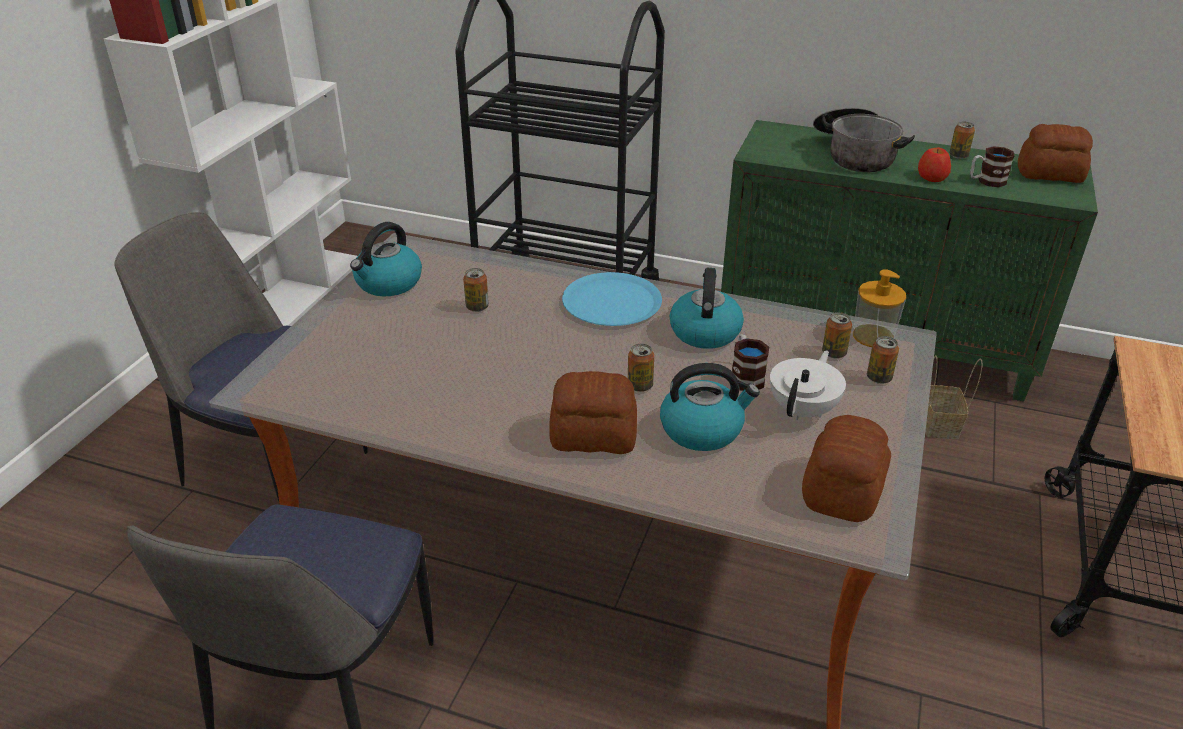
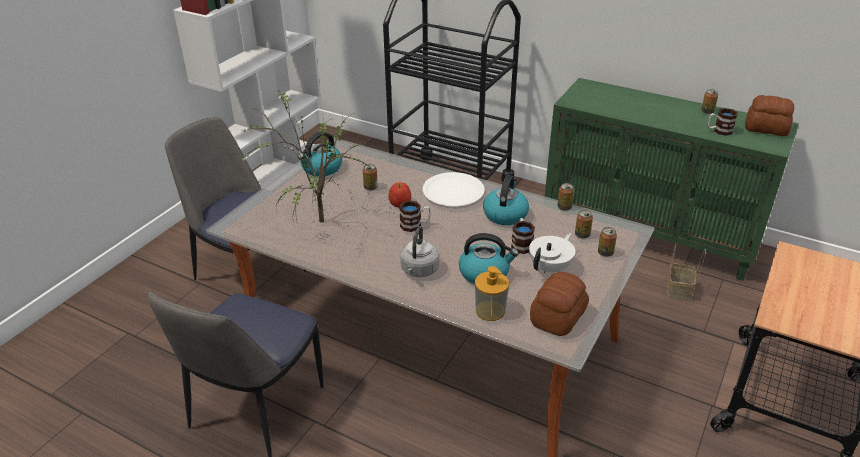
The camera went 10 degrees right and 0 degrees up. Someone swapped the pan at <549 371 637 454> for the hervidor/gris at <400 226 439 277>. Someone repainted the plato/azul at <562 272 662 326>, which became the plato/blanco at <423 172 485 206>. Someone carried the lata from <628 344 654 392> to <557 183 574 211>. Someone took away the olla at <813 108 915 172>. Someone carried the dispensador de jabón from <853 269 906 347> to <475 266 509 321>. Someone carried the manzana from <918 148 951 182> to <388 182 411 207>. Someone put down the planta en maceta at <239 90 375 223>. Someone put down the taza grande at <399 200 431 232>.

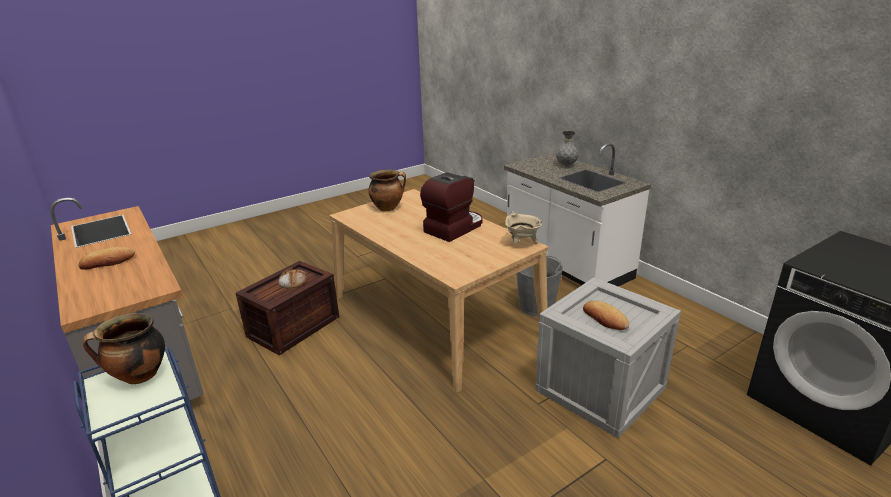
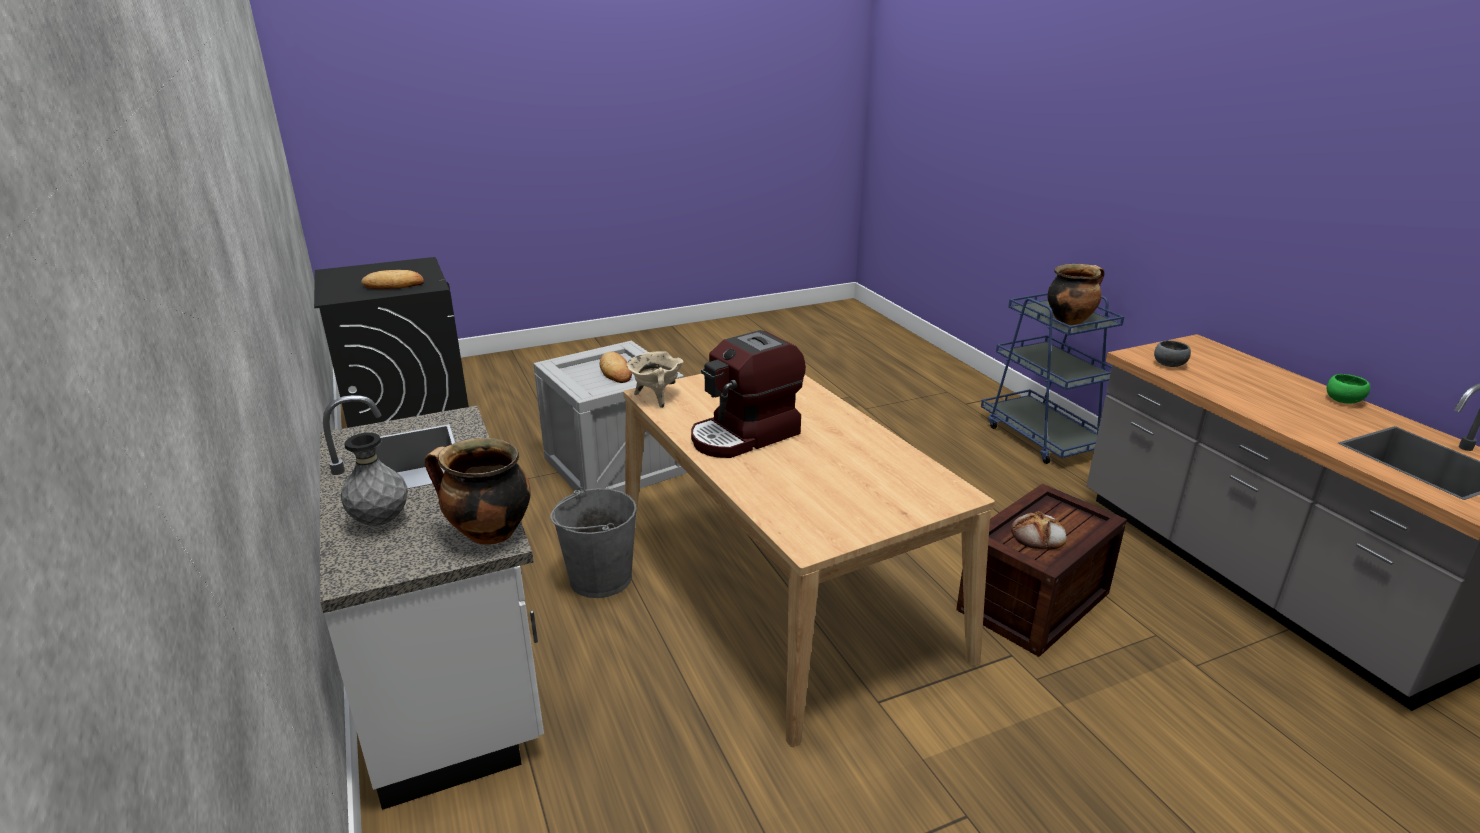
The camera went 170 degrees left and 0 degrees up. Someone carried the pan from <79 247 135 270> to <361 270 424 289>. Someone carried the olla from <368 169 406 211> to <425 438 531 545>. Someone put down the cuenco/gris at <1154 340 1191 367>. Someone put down the cuenco/verde at <1327 374 1370 404>.

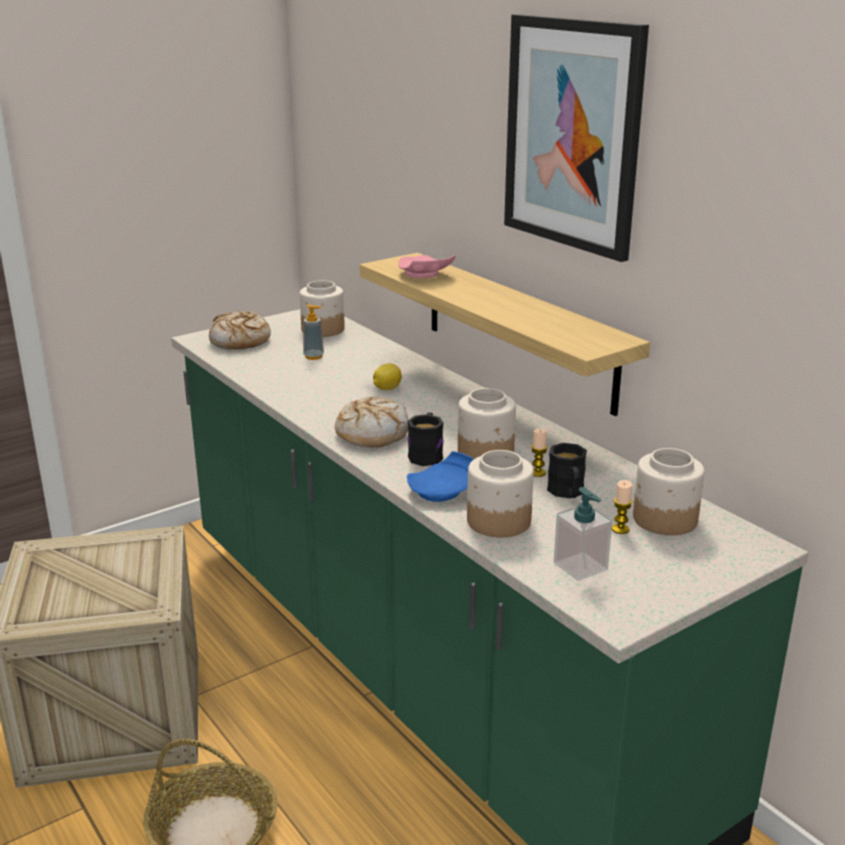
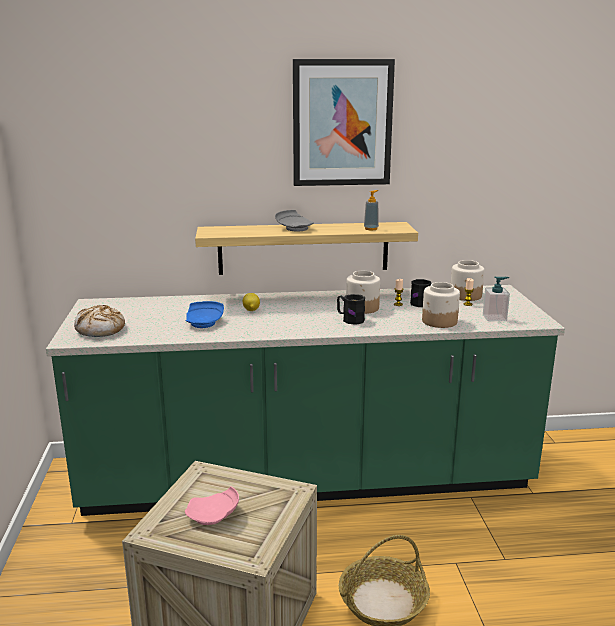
The camera went 60 degrees left and 5 degrees down. Someone took away the tarro at <300 280 345 337>. Someone carried the dispensador de jabón from <303 305 324 360> to <364 190 379 230>. Someone took away the pan at <335 397 408 447>. Someone carried the plato/rosa from <398 255 456 278> to <185 486 239 525>. Someone carried the plato/azul from <407 451 474 502> to <185 301 224 328>. Someone put down the plato/gris at <275 210 314 231>.

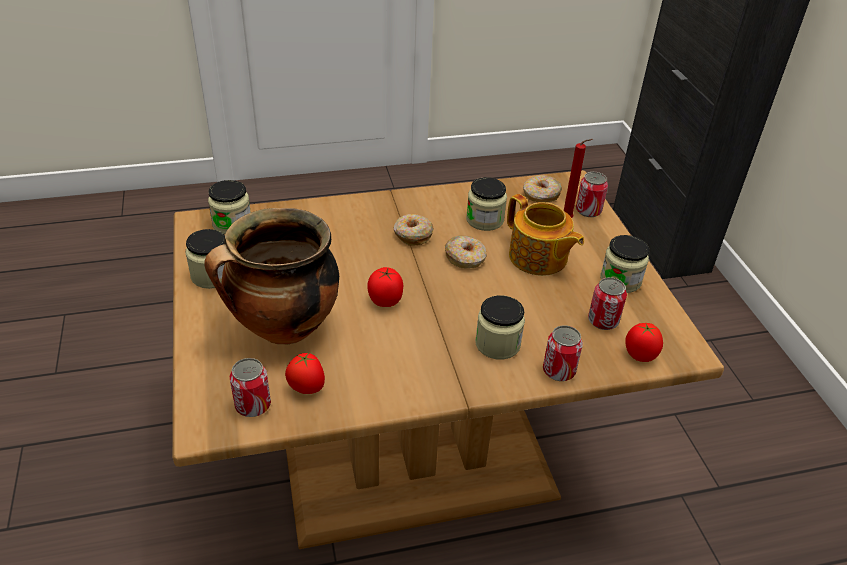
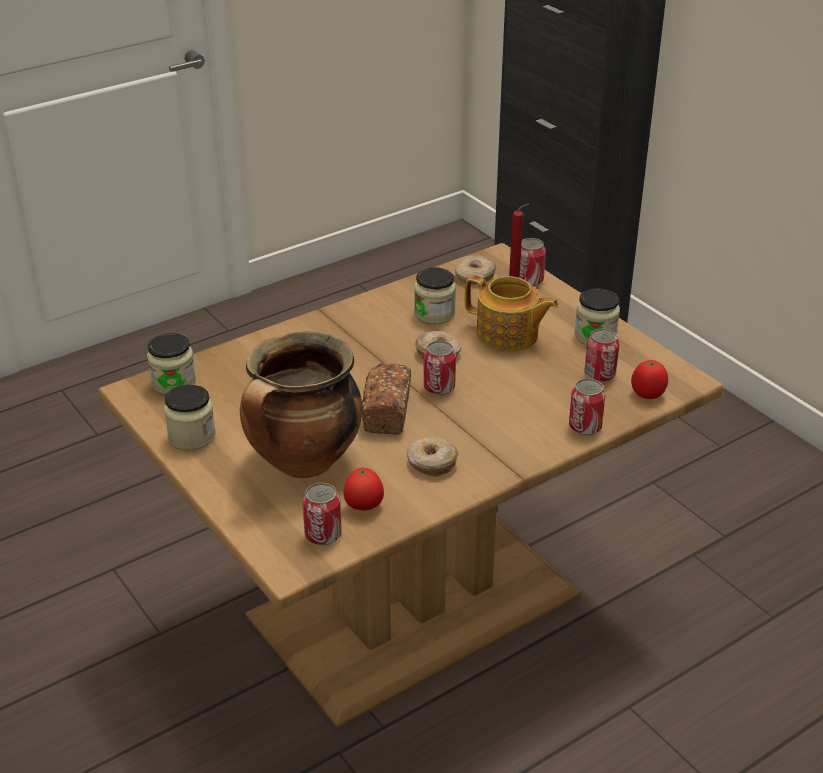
The camera went 20 degrees left and 5 degrees down. Someone swapped the tomate at <367 267 403 307> for the pan at <362 363 411 435>. Someone carried the rosquilla from <394 214 434 245> to <407 437 458 477>. Someone took away the tarro at <475 295 525 360>. Someone put down the lata at <423 341 456 395>.

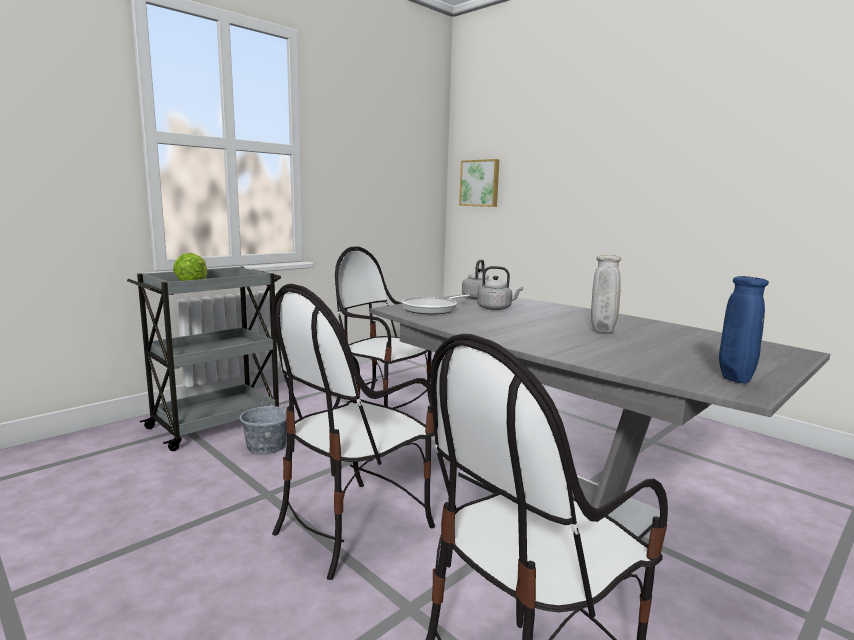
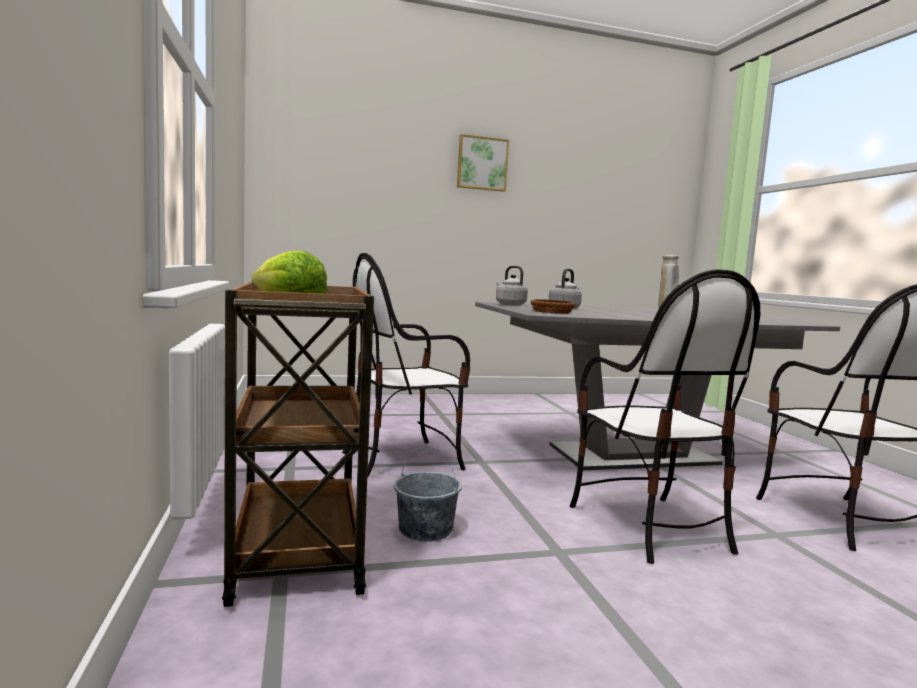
The camera went 60 degrees left and 5 degrees down. Someone repainted the carrito/gris at <127 267 281 451>, which became the carrito/marrón at <222 282 374 607>. Someone swapped the sartén at <402 295 471 314> for the cuenco/marrón at <530 299 575 314>. Someone carried the cuadro from <459 159 499 207> to <457 134 509 192>. Someone took away the florero/azul at <719 276 769 383>.

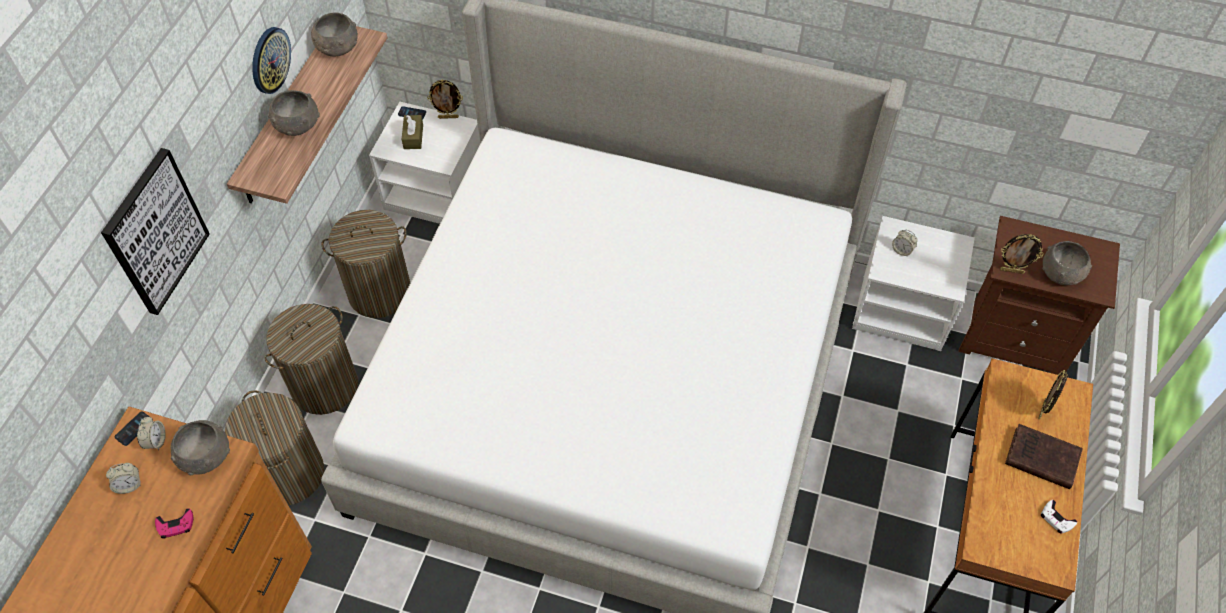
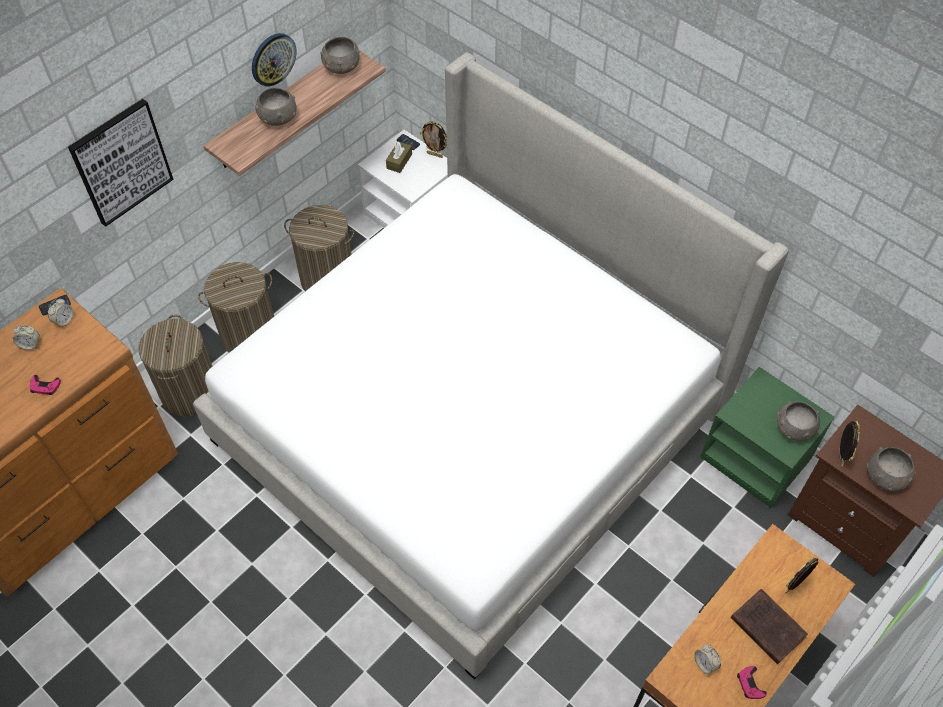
The camera went 25 degrees right and 0 degrees up. Someone carried the cuenco/gris from <171 420 230 475> to <777 401 820 441>. Someone repainted the mesita de noche/blanco at <852 216 975 351>, which became the mesita de noche/verde at <700 367 835 508>. Someone carried the despertador from <892 230 918 256> to <694 644 721 674>. Someone rotated the portarretratos at <1000 234 1044 274> by 120 degrees counterclockwise. Someone repainted the mando de consola/blanco at <1041 500 1077 533>, which became the mando de consola/rosa at <737 666 767 699>.

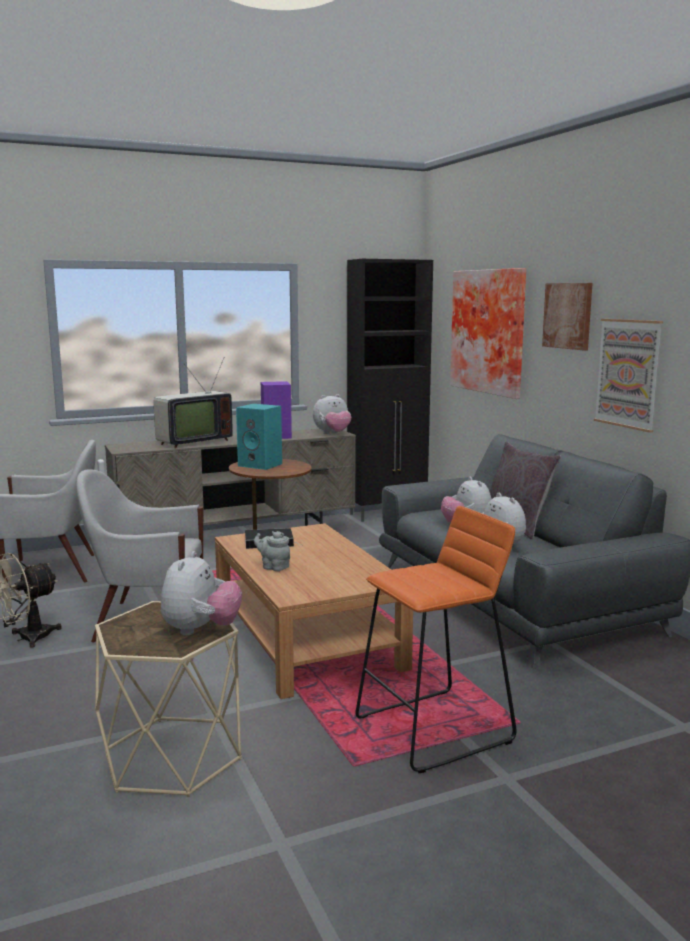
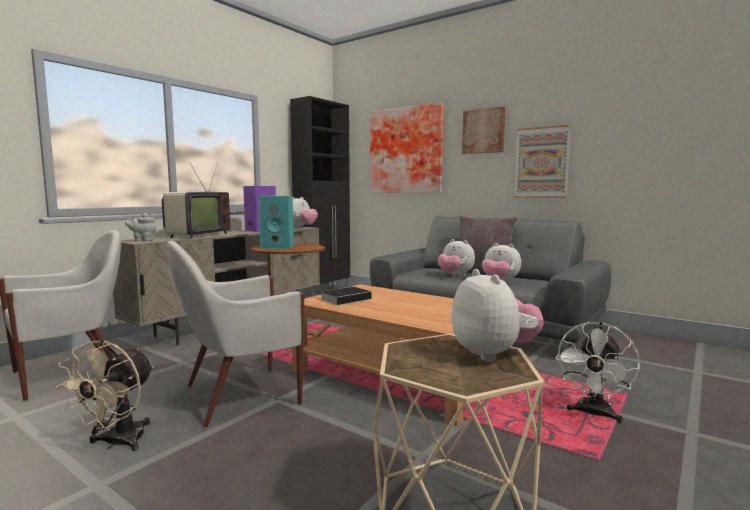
The camera went 30 degrees left and 5 degrees down. Someone carried the tetera/gris from <254 531 290 571> to <125 213 156 241>. Someone swapped the taburete/naranja at <355 506 517 773> for the ventilador/blanco at <556 322 640 423>.

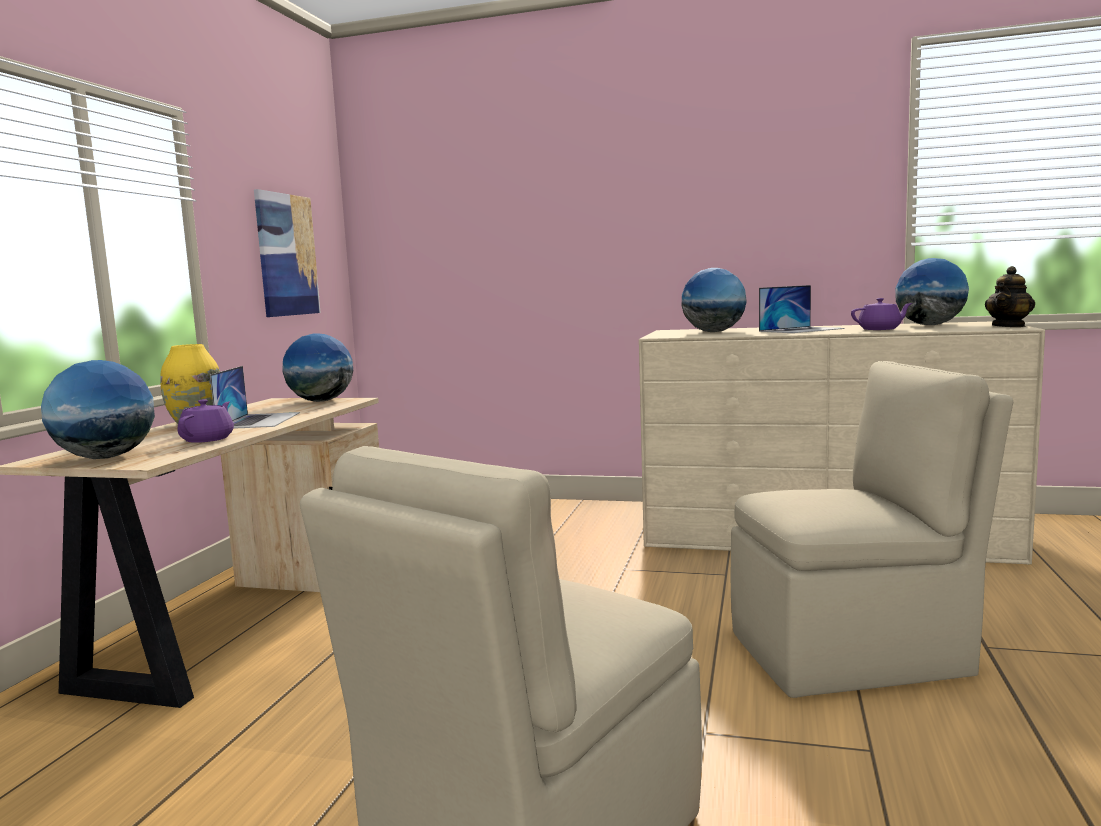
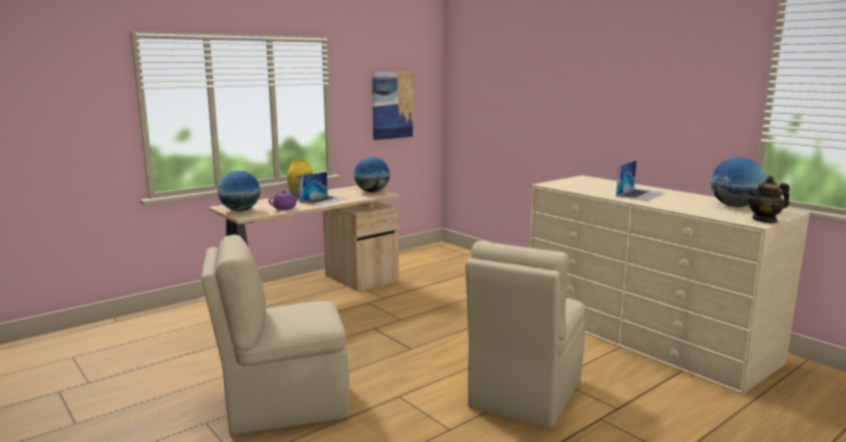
The camera went 35 degrees right and 5 degrees up. Someone took away the globo terráqueo at <682 268 747 332>. Someone rotated the silla/beis at <731 361 1013 698> by 90 degrees clockwise. Someone rotated the portátil at <759 285 845 333> by 60 degrees counterclockwise. Someone took away the tetera/morado at <851 298 912 330>.

